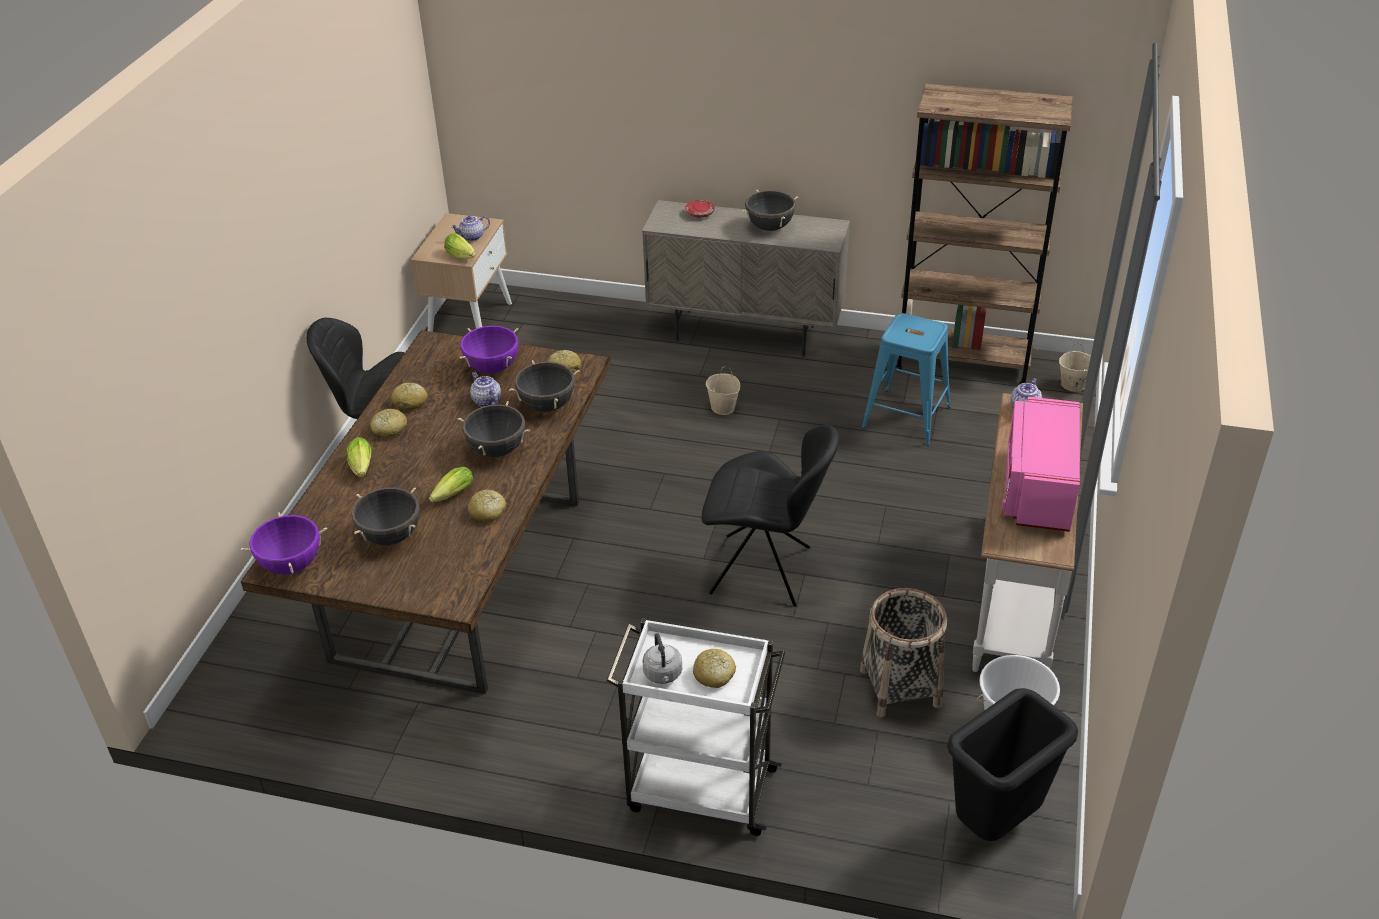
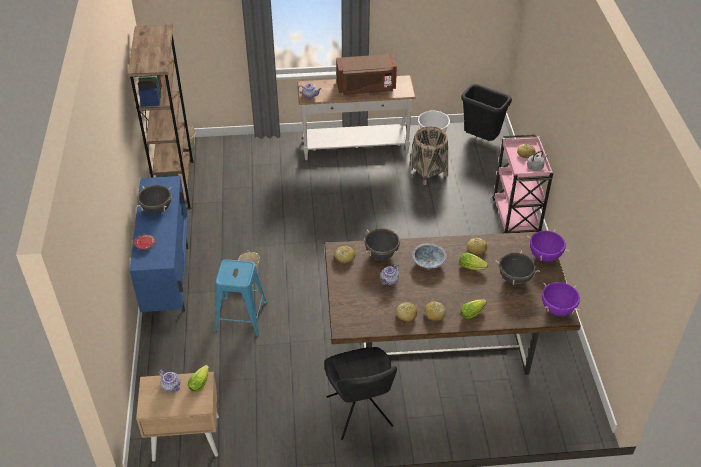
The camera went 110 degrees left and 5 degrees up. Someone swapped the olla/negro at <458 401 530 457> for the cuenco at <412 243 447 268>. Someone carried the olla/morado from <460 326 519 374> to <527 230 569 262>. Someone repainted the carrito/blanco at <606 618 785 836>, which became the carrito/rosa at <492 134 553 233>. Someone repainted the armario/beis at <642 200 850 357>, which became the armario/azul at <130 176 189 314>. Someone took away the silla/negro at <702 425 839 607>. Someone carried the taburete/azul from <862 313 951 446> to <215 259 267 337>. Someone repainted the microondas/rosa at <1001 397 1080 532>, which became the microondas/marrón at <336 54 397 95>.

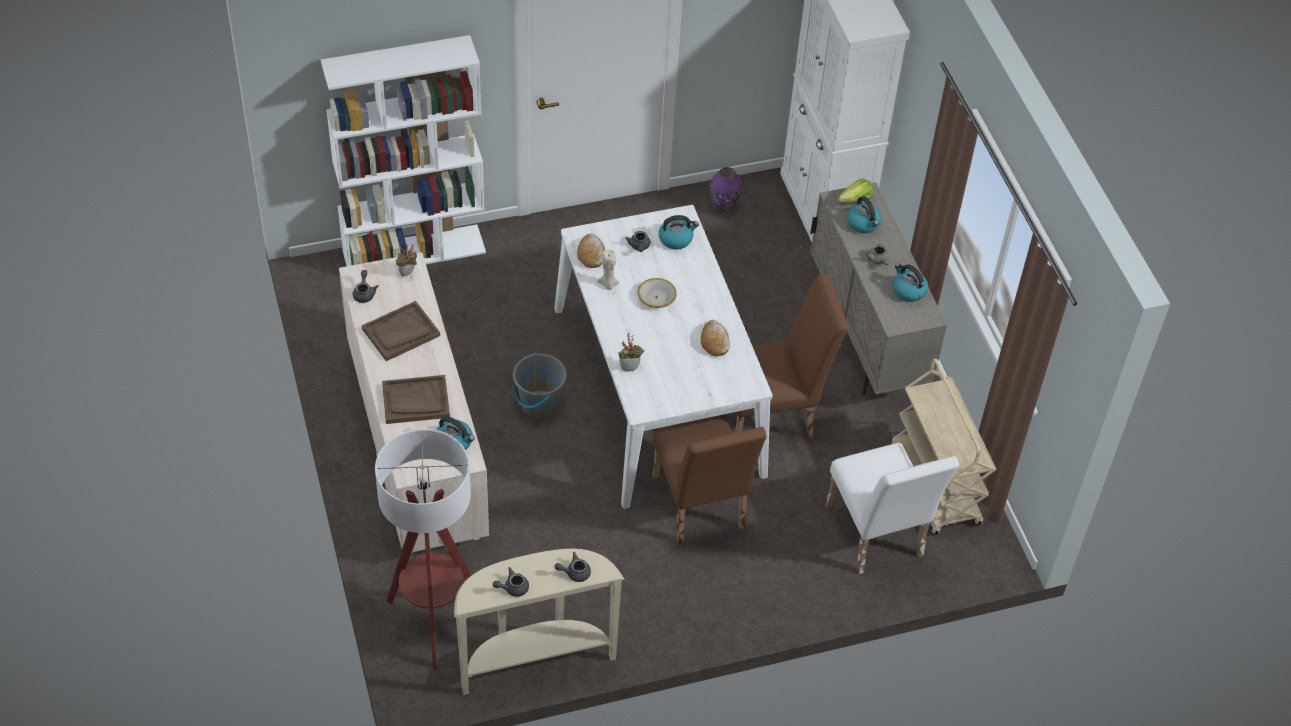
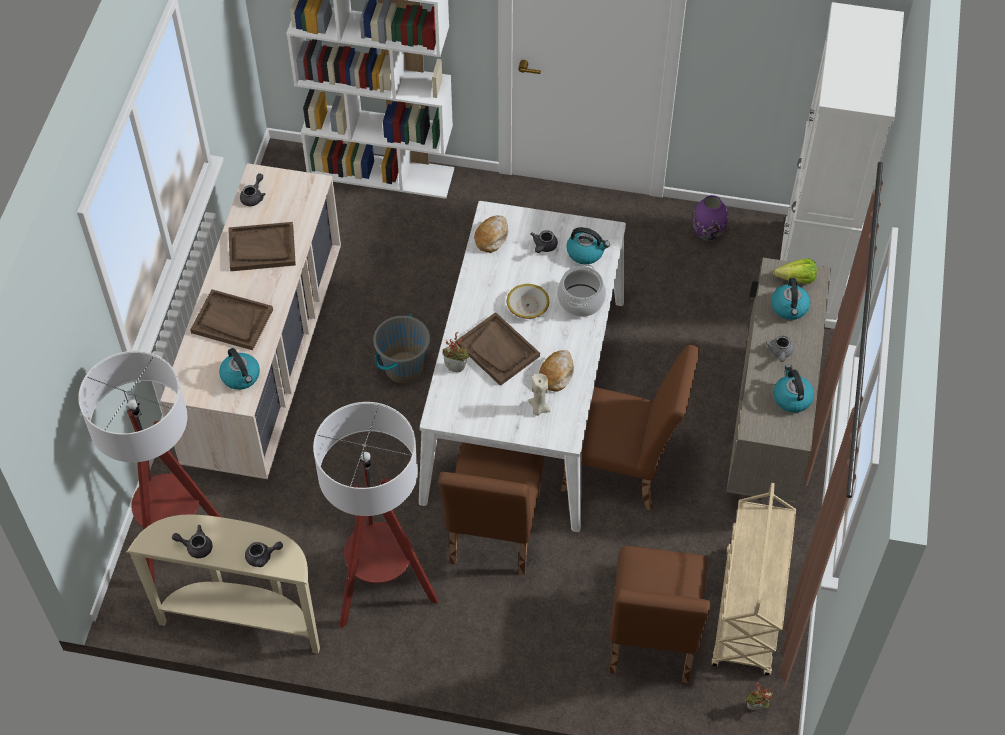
The camera went 30 degrees right and 5 degrees up. Someone carried the planta en maceta from <396 244 417 276> to <745 683 772 710>. Someone rotated the tetera/gris at <554 552 591 582> by 150 degrees clockwise. Someone carried the vela/beis from <597 249 620 290> to <528 373 551 416>. Someone repainted the silla/blanco at <825 443 959 574>, which became the silla/marrón at <609 546 710 683>. Someone put down the lámpara de pie at <313 402 439 628>. Someone put down the bandeja/marrón at <456 312 540 386>. Someone put down the olla at <557 264 606 317>.

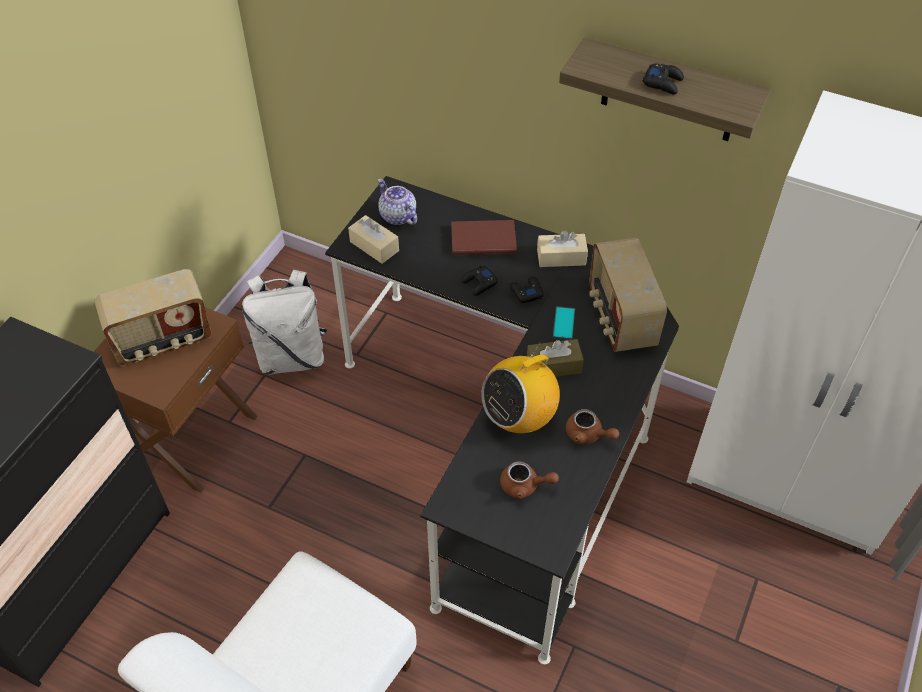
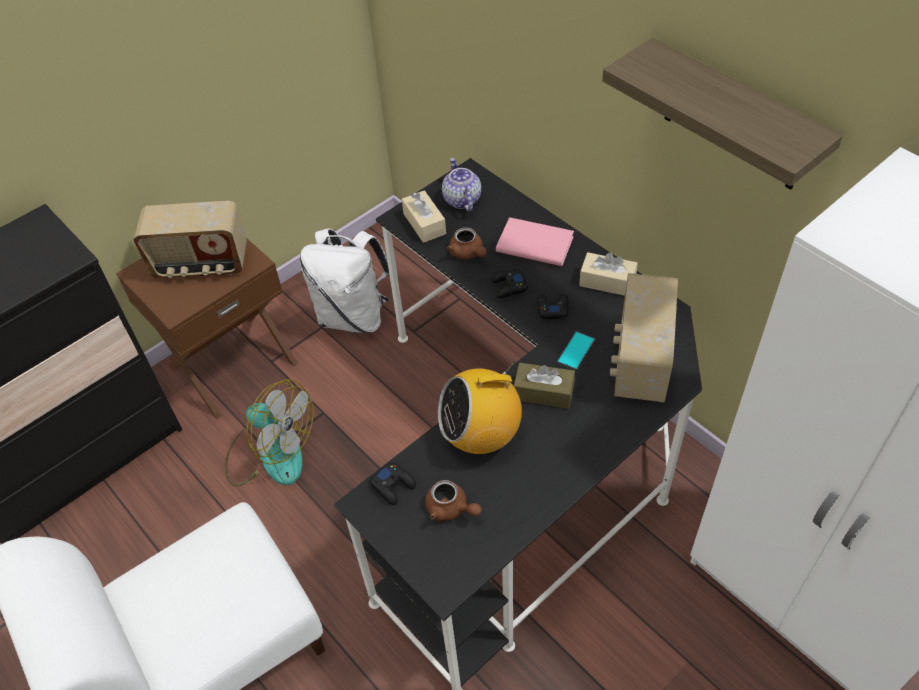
The camera went 25 degrees right and 0 degrees up. Someone repainted the libro/marrón at <451 220 517 255>, which became the libro/rosa at <496 217 574 266>. Someone carried the tetera/marrón from <566 409 619 444> to <447 227 487 259>. Someone carried the mando de consola/negro from <642 64 684 95> to <370 462 416 505>. Someone put down the ventilador at <225 380 314 487>.

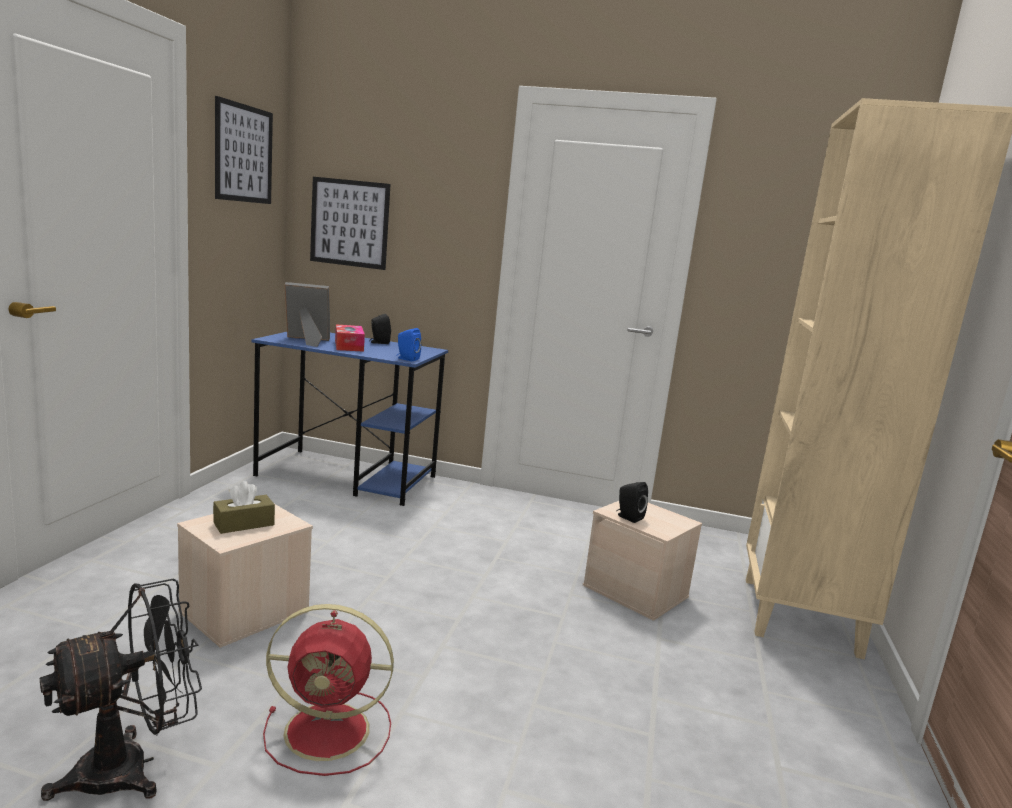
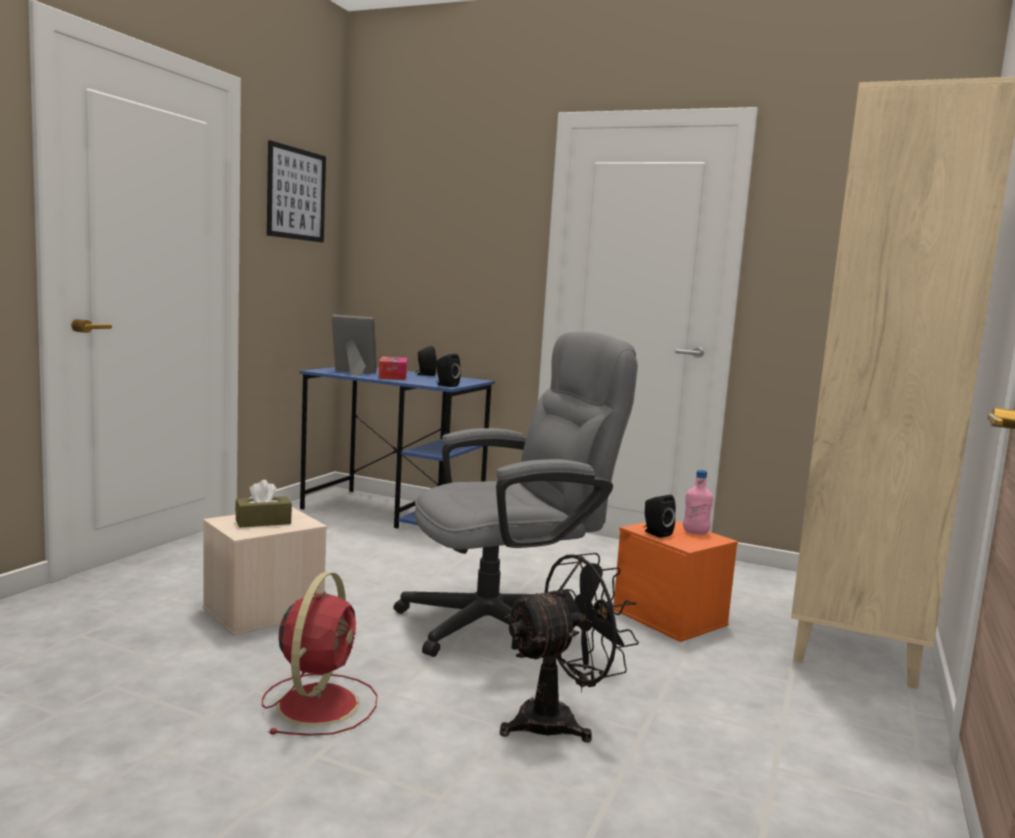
The camera went 10 degrees right and 5 degrees down. Someone carried the ventilador/negro from <40 579 202 801> to <500 553 639 742>. Someone rotated the ventilador/rojo at <263 604 394 776> by 90 degrees counterclockwise. Someone took away the cuadro at <310 177 391 270>. Someone repainted the altavoz/azul at <396 328 421 361>, which became the altavoz/negro at <436 354 461 387>. Someone repainted the caja de almacenaje/beis at <583 501 702 621>, which became the caja de almacenaje/naranja at <613 520 738 642>. Someone put down the silla de oficina/gris at <393 332 638 658>. Someone put down the botella/rosa at <683 470 713 534>.

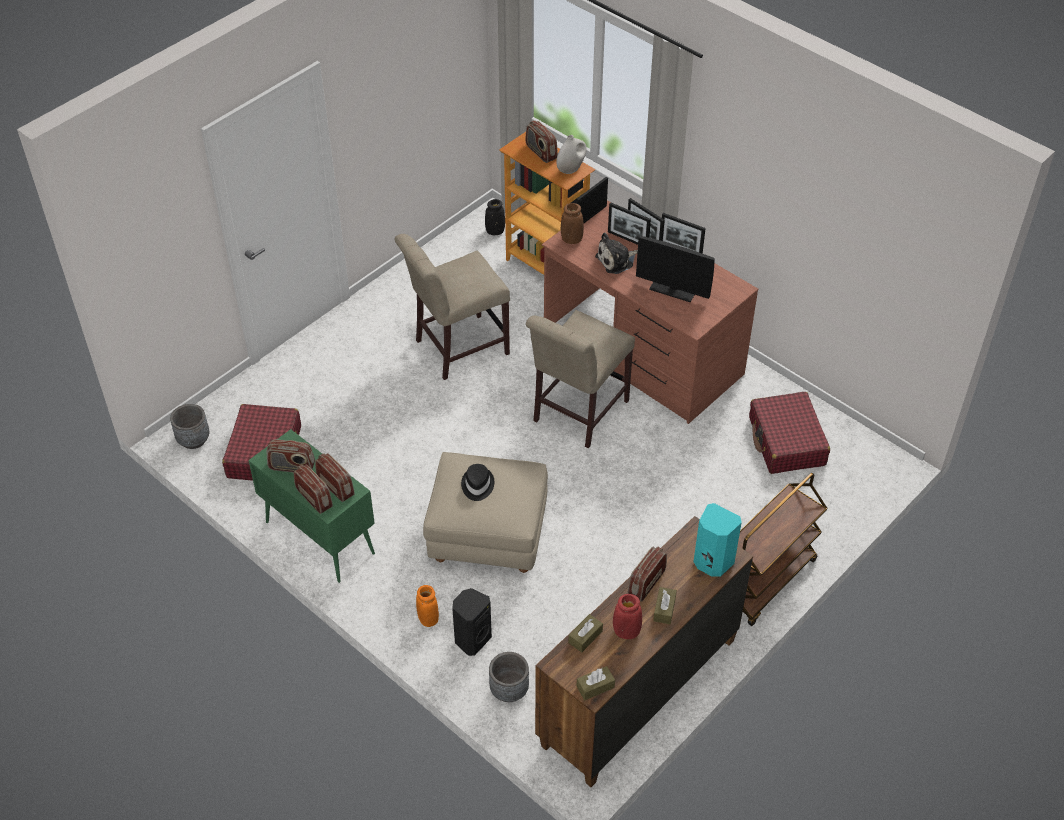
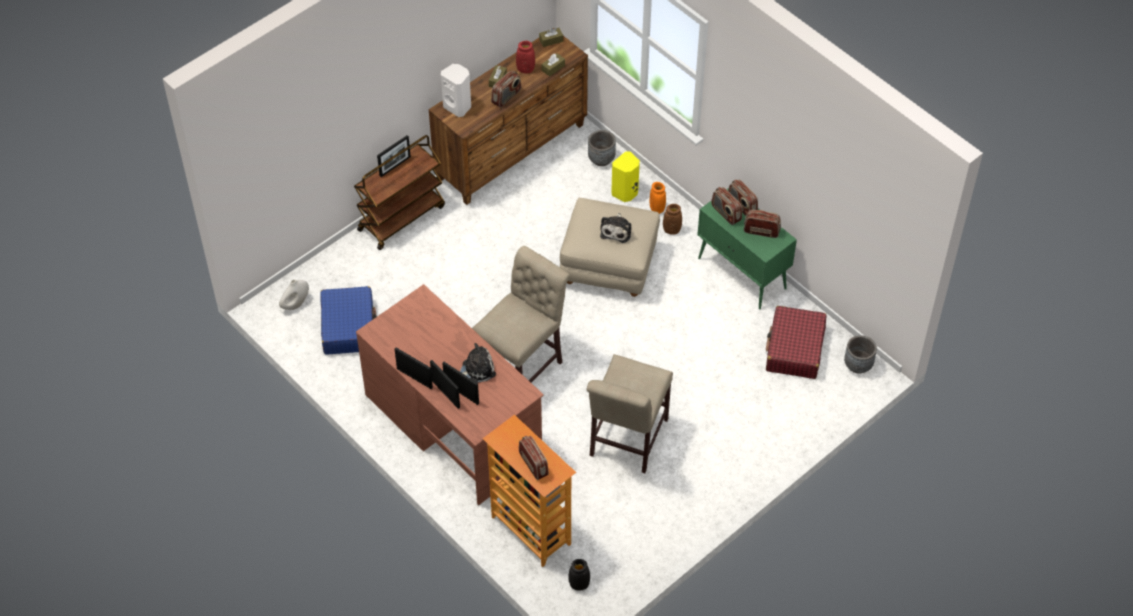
The camera went 175 degrees left and 5 degrees up. Someone rotated the silla/beis at <395 234 510 380> by 135 degrees clockwise. Someone repainted the altavoz/negro at <452 588 492 656>, which became the altavoz/amarillo at <611 151 640 202>. Someone swapped the sombrero/negro at <461 464 494 501> for the peluche at <600 213 631 243>. Someone carried the florero/blanco from <556 135 587 174> to <279 279 309 310>. Someone carried the florero/marrón from <561 203 584 244> to <663 204 682 235>. Someone carried the portarretratos from <576 177 608 224> to <377 135 411 177>. Someone took away the monitor at <636 236 715 302>. Someone repainted the altavoz/turquesa at <693 503 742 576>, which became the altavoz/blanco at <441 64 471 117>. Someone repainted the maleta/rojo at <749 392 830 474>, which became the maleta/azul at <320 286 377 355>.

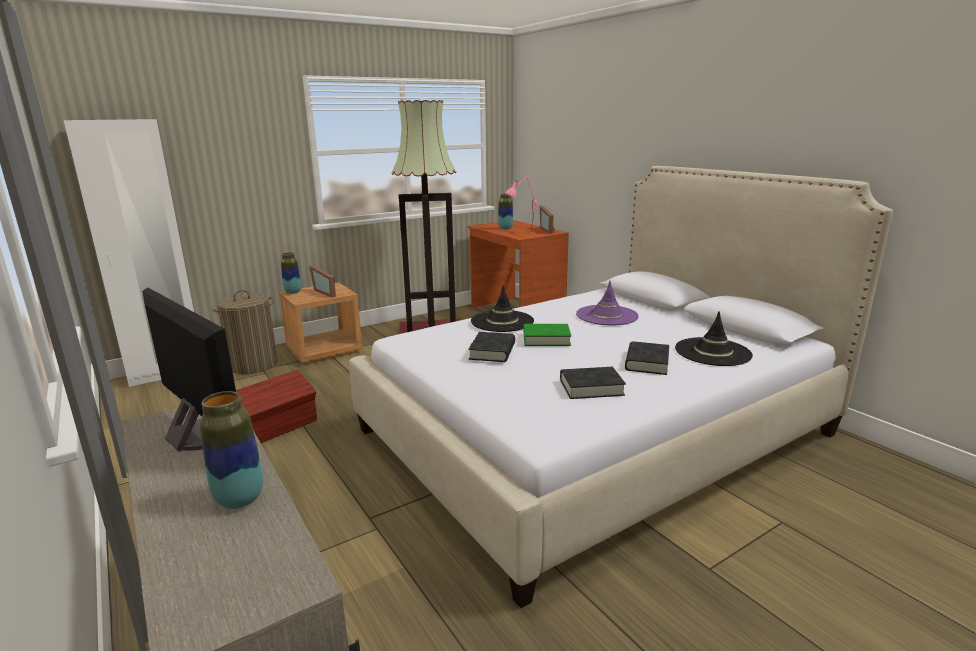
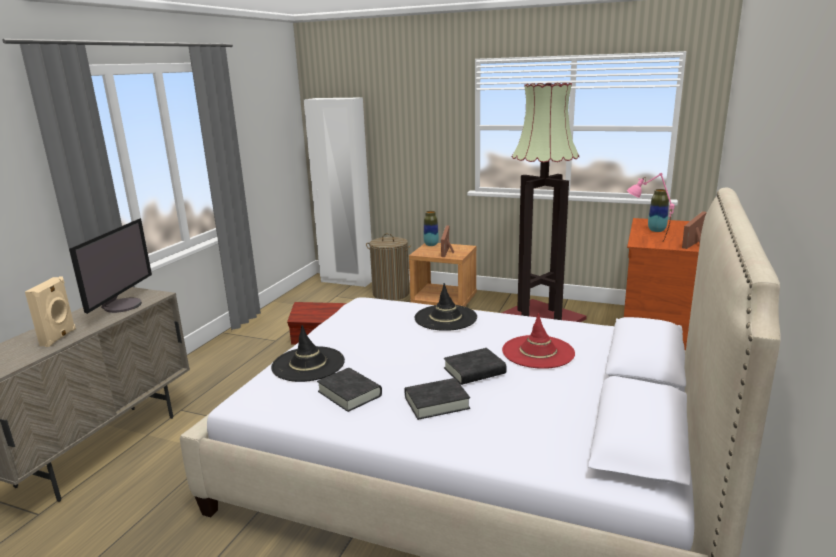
The camera went 55 degrees right and 0 degrees up. Someone swapped the florero at <200 391 264 509> for the altavoz/beis at <25 277 76 347>. Someone carried the libro/negro from <469 332 515 362> to <444 348 507 385>. Someone took away the libro/verde at <524 324 571 346>. Someone repainted the sombrero/morado at <576 281 639 325>, which became the sombrero/rojo at <502 313 575 369>. Someone carried the sombrero/negro from <675 311 753 366> to <271 325 345 382>.

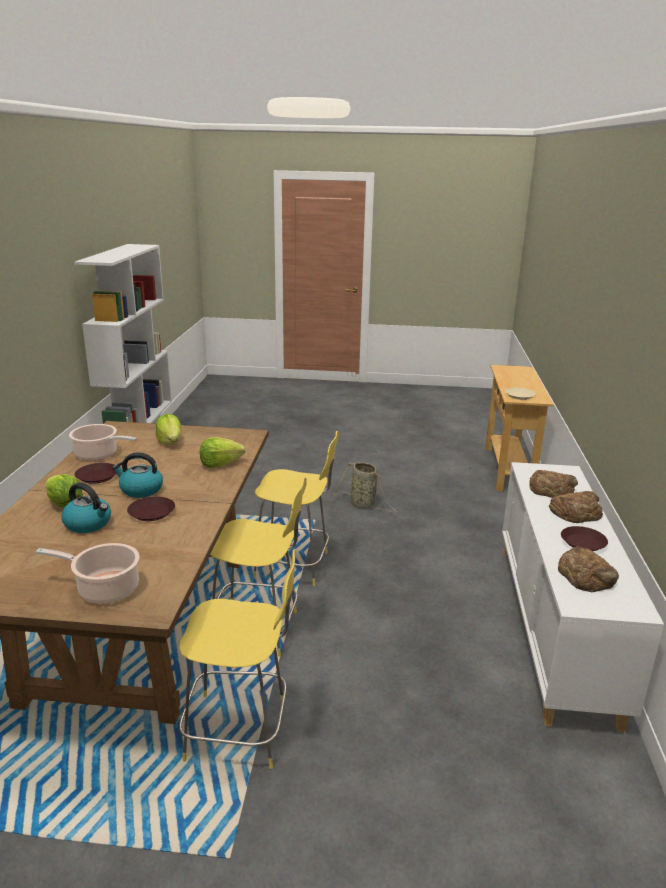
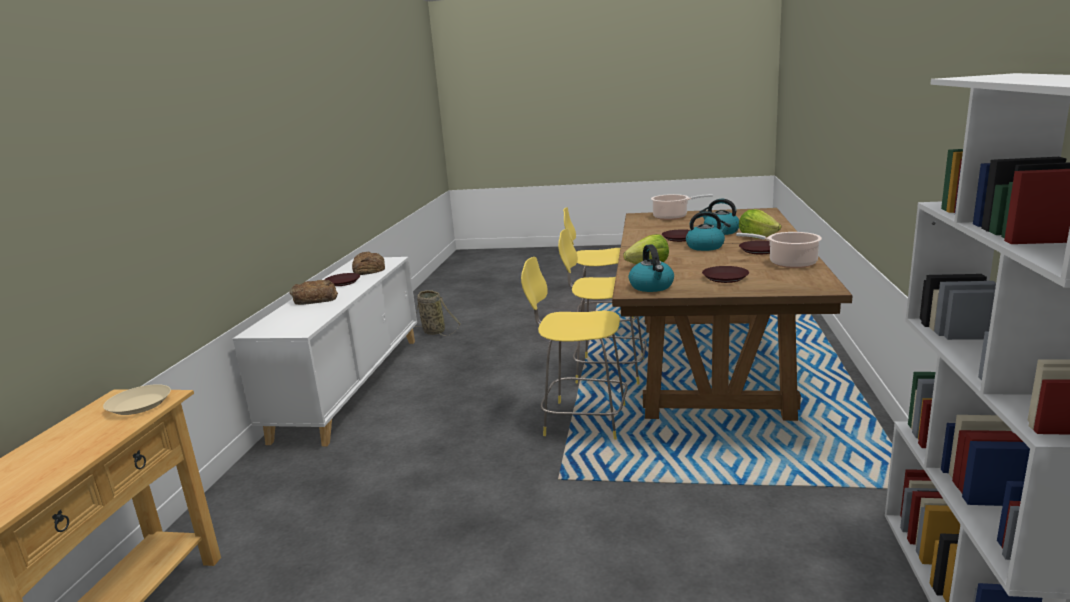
The camera went 175 degrees left and 5 degrees down. Someone swapped the lechuga at <156 414 182 445> for the plato/marrón at <702 266 749 283>. Someone carried the cesta from <334 462 396 512> to <416 290 461 336>. Someone took away the pan at <529 470 578 498>. Someone put down the hervidor at <629 244 674 292>.

